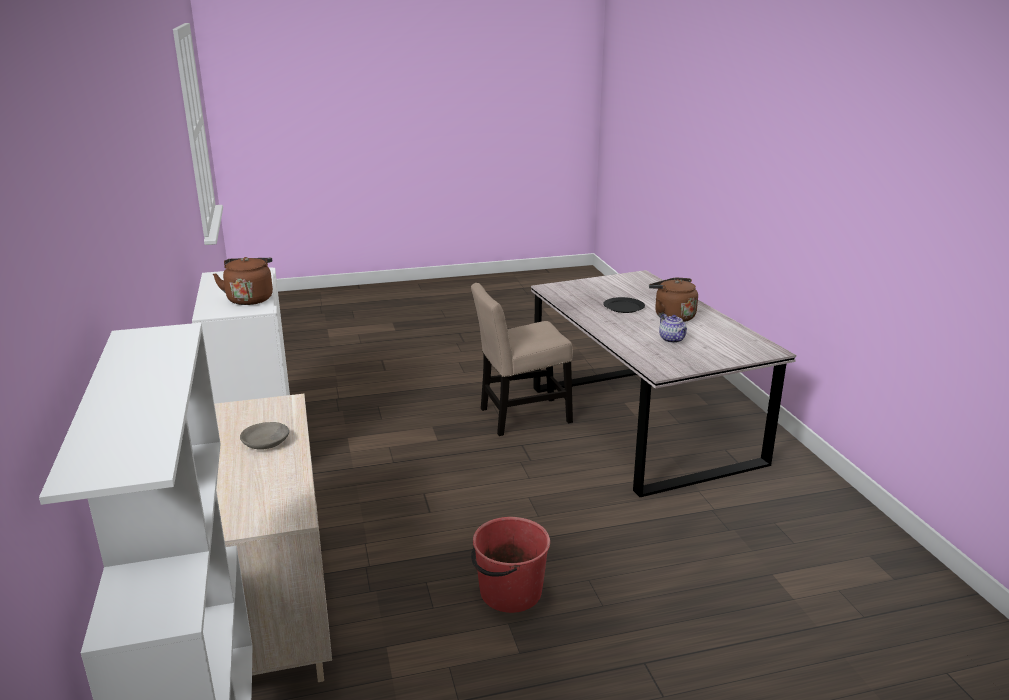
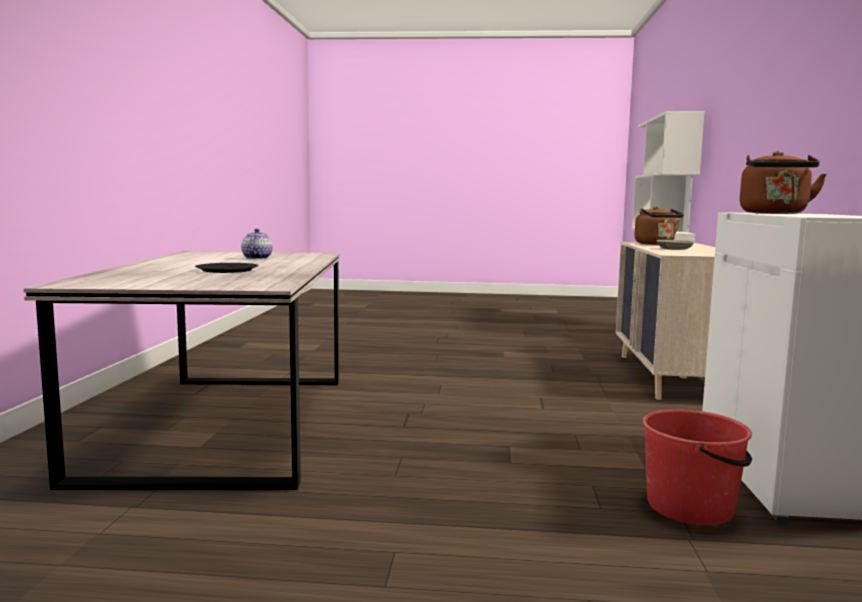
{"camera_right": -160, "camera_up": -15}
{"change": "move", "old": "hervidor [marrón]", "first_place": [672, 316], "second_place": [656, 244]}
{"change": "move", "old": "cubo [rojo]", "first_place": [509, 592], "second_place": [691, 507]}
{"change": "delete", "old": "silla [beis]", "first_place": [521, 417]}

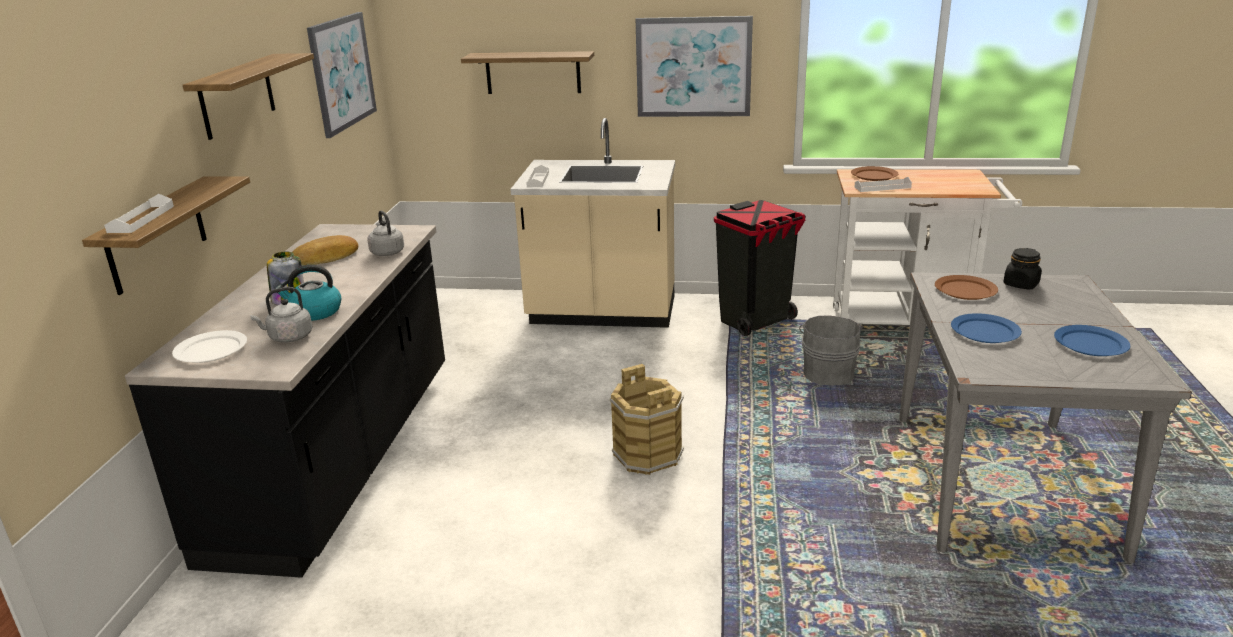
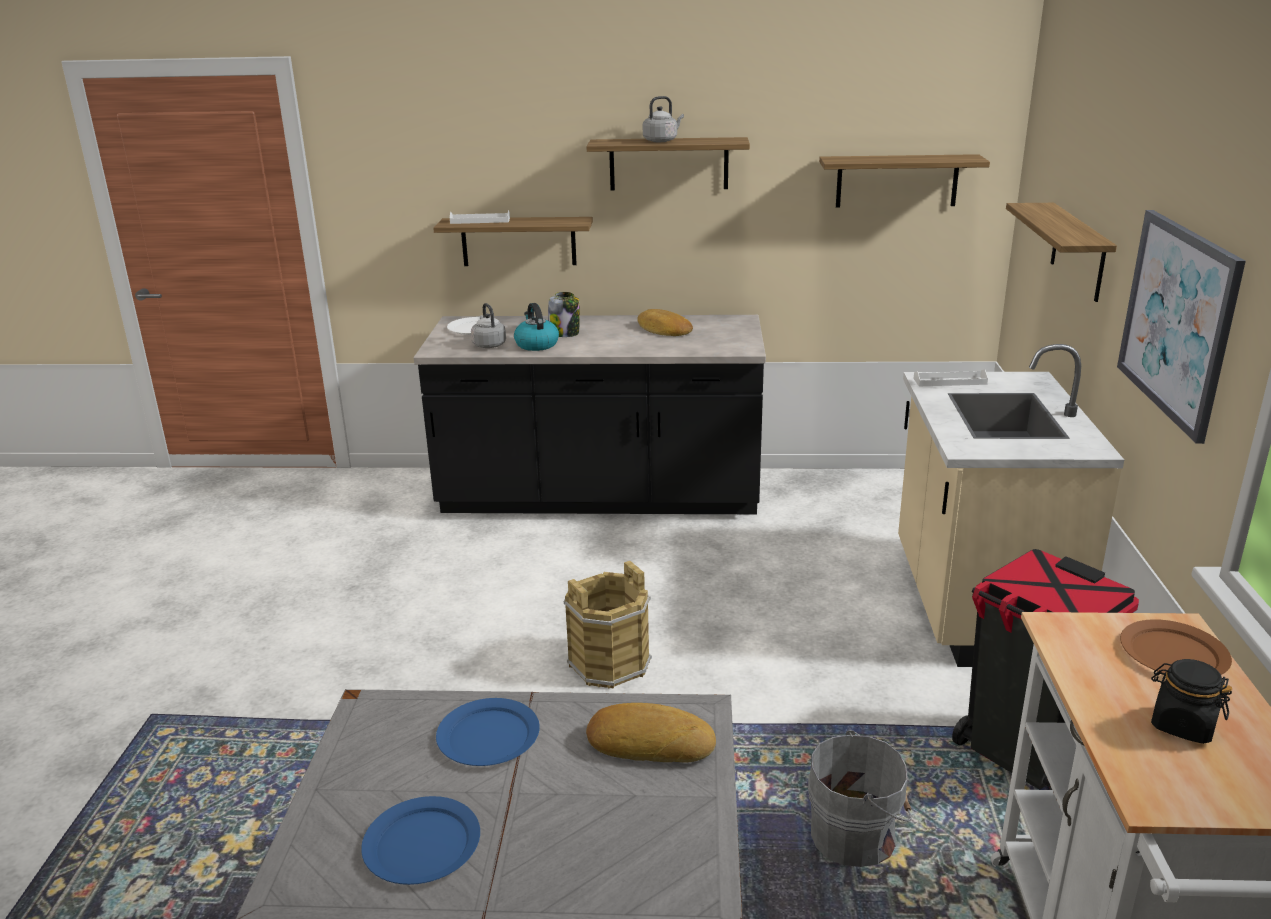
{"camera_right": 85, "camera_up": 0}
{"change": "replace", "old": "plato [marrón]", "new": "pan", "first_place": [965, 290], "second_place": [650, 741]}
{"change": "move", "old": "hervidor [gris]", "first_place": [386, 252], "second_place": [662, 140]}
{"change": "replace", "old": "cuadro", "new": "estante", "first_place": [342, 72], "second_place": [897, 181]}
{"change": "move", "old": "tarro [negro]", "first_place": [1021, 284], "second_place": [1182, 725]}
{"change": "delete", "old": "bandeja [blanco]", "first_place": [882, 187]}

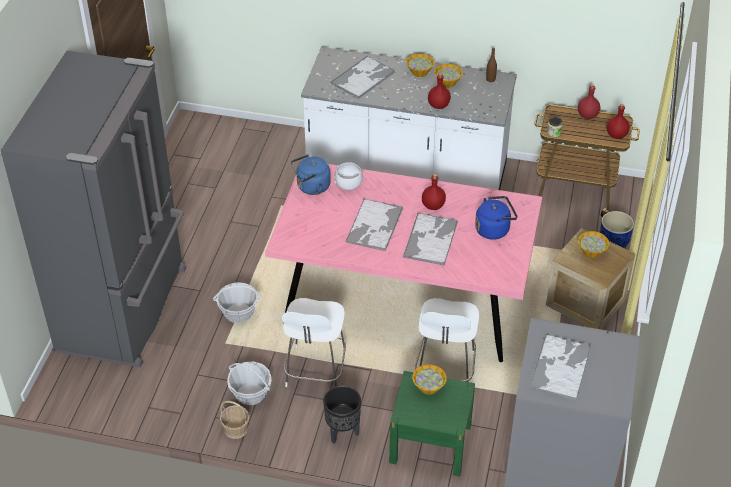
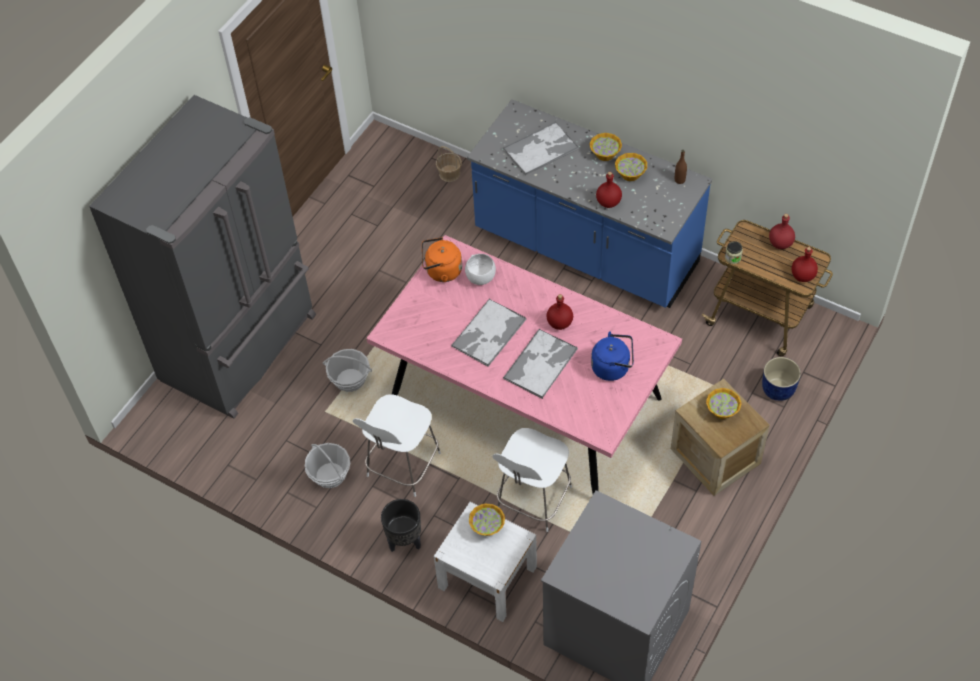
{"camera_right": 20, "camera_up": 10}
{"change": "recolor", "old": "hervidor [azul]", "new": "hervidor [naranja]", "first_place": [311, 187], "second_place": [441, 271]}
{"change": "recolor", "old": "mesita de noche [verde]", "new": "mesita de noche [blanco]", "first_place": [430, 443], "second_place": [487, 577]}
{"change": "move", "old": "cesta", "first_place": [236, 429], "second_place": [449, 174]}
{"change": "recolor", "old": "mueble bajo de cocina [blanco]", "new": "mueble bajo de cocina [azul]", "first_place": [407, 171], "second_place": [585, 249]}
{"change": "delete", "old": "bandeja", "first_place": [560, 367]}

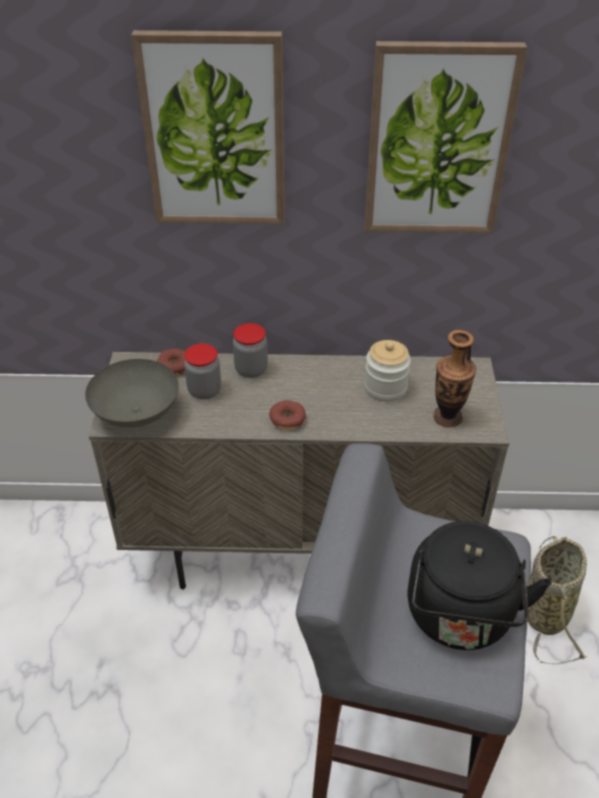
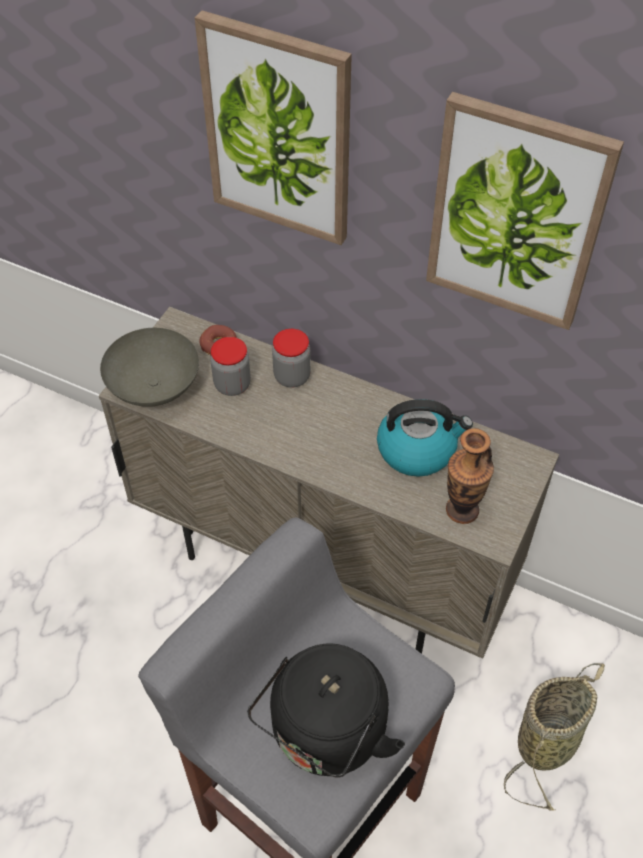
{"camera_right": 25, "camera_up": 10}
{"change": "replace", "old": "tarro", "new": "hervidor", "first_place": [385, 388], "second_place": [417, 449]}
{"change": "delete", "old": "rosquilla", "first_place": [287, 419]}

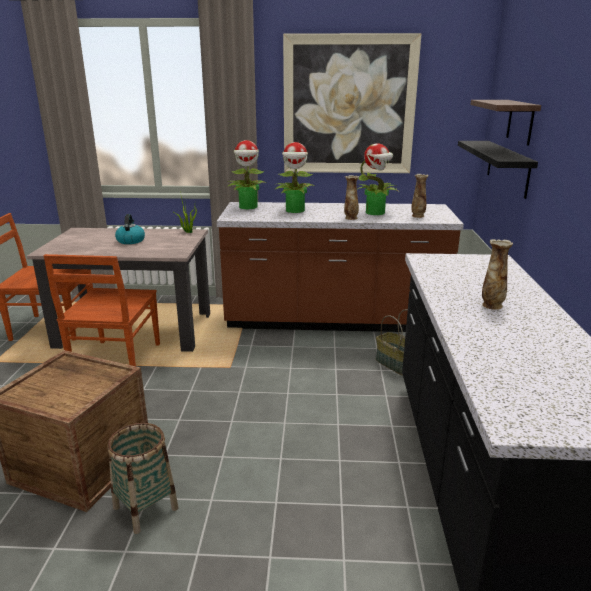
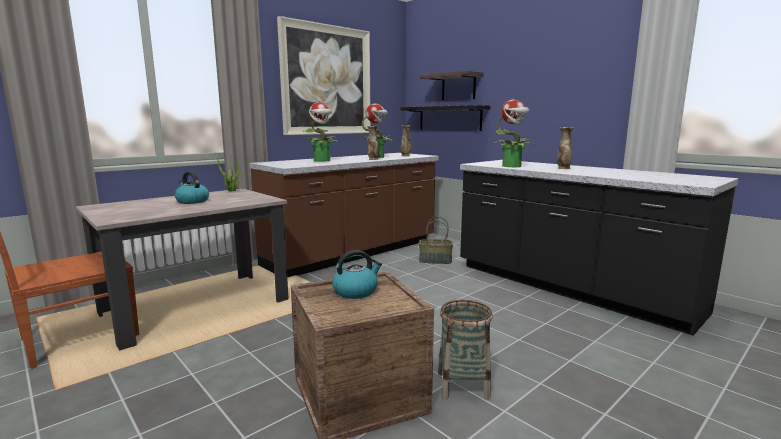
{"camera_right": -45, "camera_up": -10}
{"change": "insert", "new": "hervidor", "second_place": [356, 291]}
{"change": "move", "old": "planta en maceta", "first_place": [248, 207], "second_place": [512, 166]}
{"change": "delete", "old": "silla [marrón]", "first_place": [116, 361]}

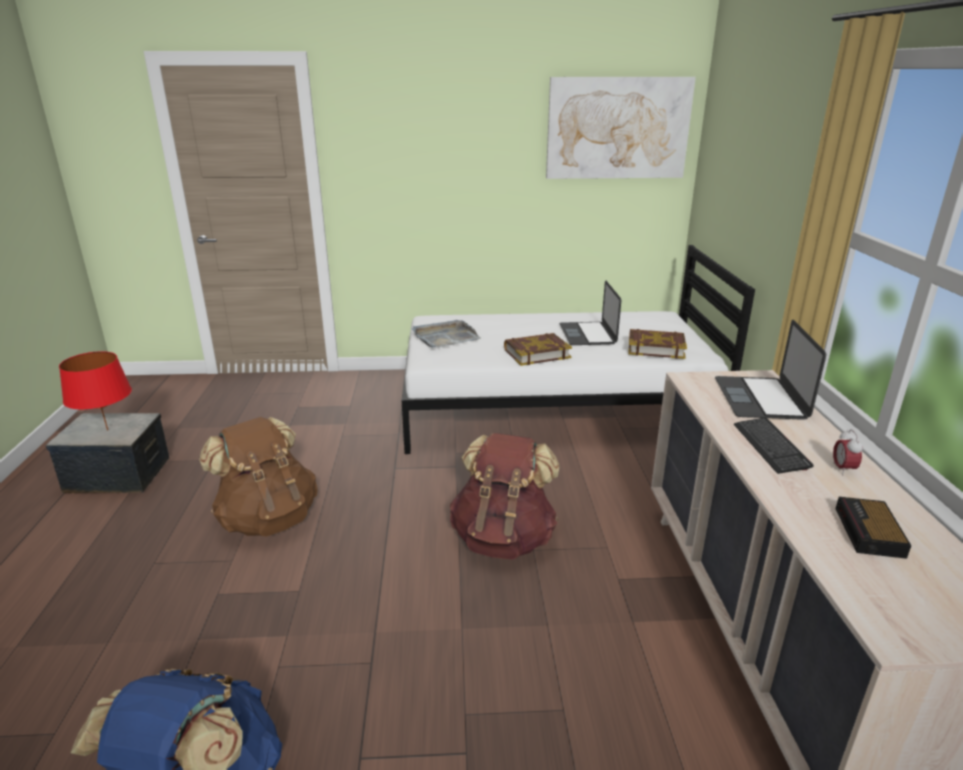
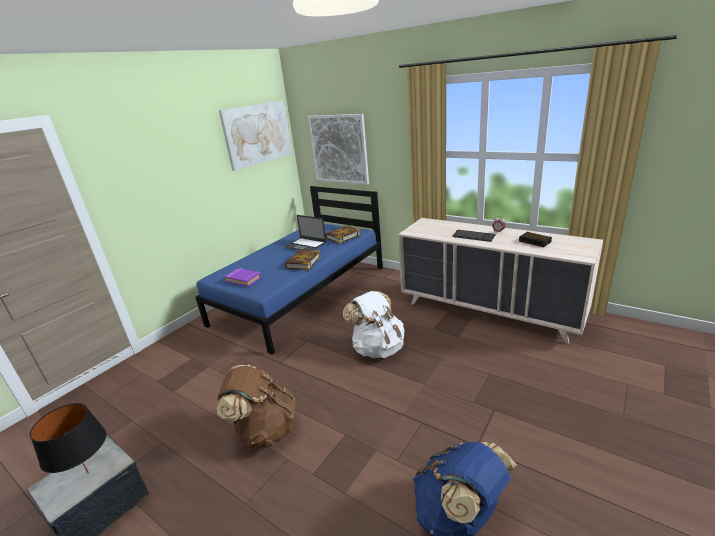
{"camera_right": -50, "camera_up": 0}
{"change": "recolor", "old": "lámpara de mesa [rojo]", "new": "lámpara de mesa [negro]", "first_place": [107, 430], "second_place": [88, 473]}
{"change": "recolor", "old": "cama [blanco]", "new": "cama [azul]", "first_place": [555, 410], "second_place": [302, 294]}
{"change": "replace", "old": "bandeja [gris]", "new": "libro [morado]", "first_place": [445, 337], "second_place": [243, 279]}
{"change": "insert", "new": "cuadro", "second_place": [339, 149]}
{"change": "recolor", "old": "mochila [marrón]", "new": "mochila [blanco]", "first_place": [503, 538], "second_place": [378, 348]}
{"change": "delete", "old": "portátil", "first_place": [760, 398]}

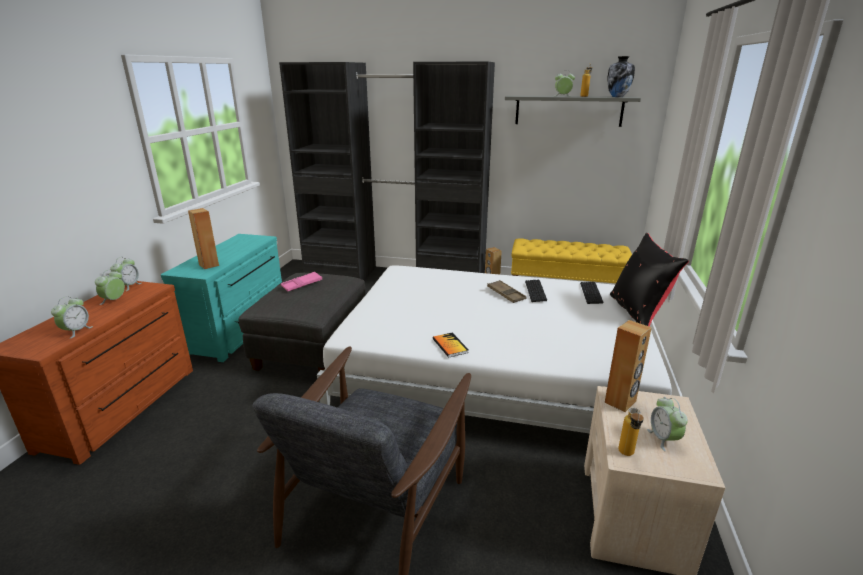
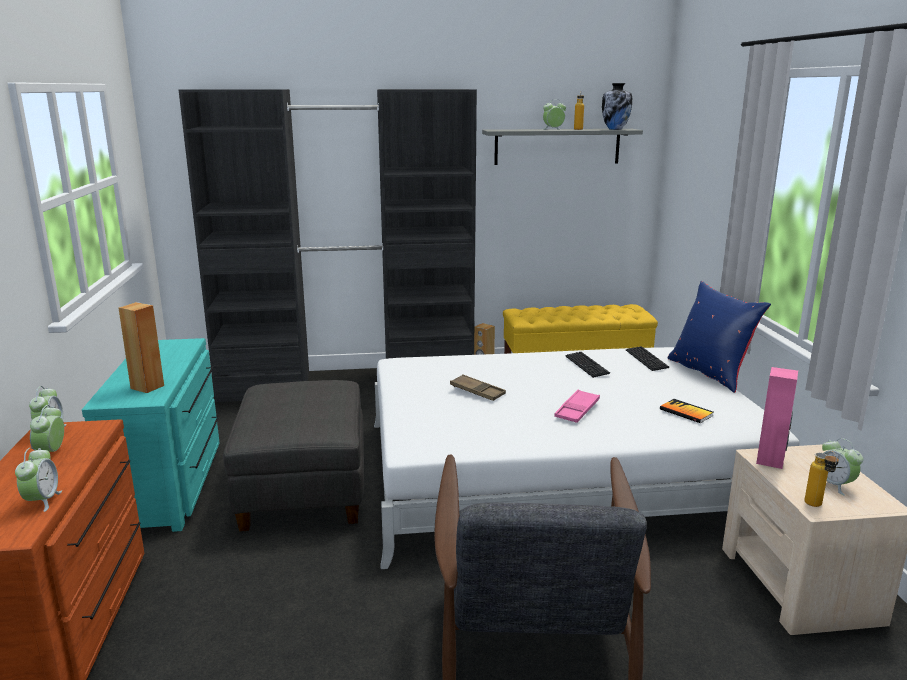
{"camera_right": -20, "camera_up": -5}
{"change": "move", "old": "bandeja [marrón]", "first_place": [506, 294], "second_place": [477, 391]}
{"change": "move", "old": "bandeja [rosa]", "first_place": [302, 284], "second_place": [577, 410]}
{"change": "move", "old": "libro", "first_place": [450, 346], "second_place": [686, 412]}
{"change": "recolor", "old": "cojín [negro]", "new": "cojín [azul]", "first_place": [638, 313], "second_place": [710, 373]}
{"change": "recolor", "old": "altavoz [marrón]", "new": "altavoz [rosa]", "first_place": [620, 402], "second_place": [770, 460]}

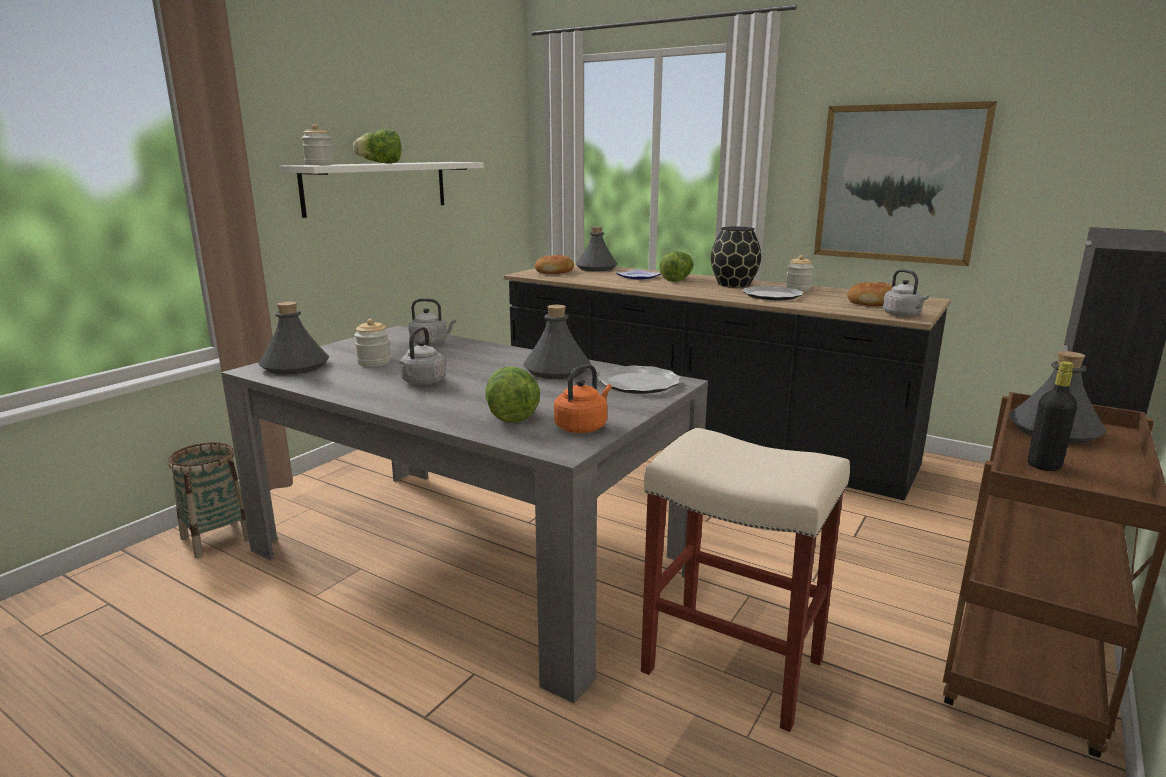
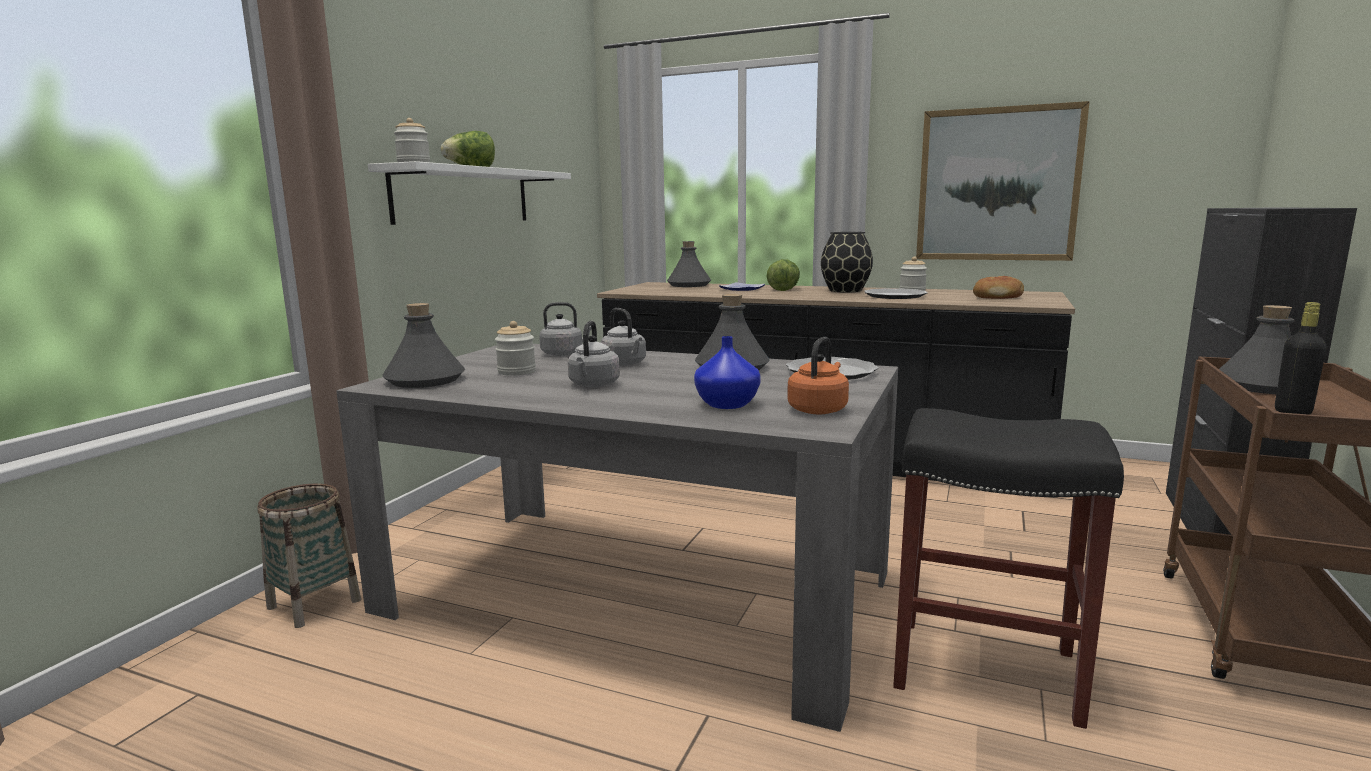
{"camera_right": -10, "camera_up": -5}
{"change": "move", "old": "hervidor [gris]", "first_place": [903, 315], "second_place": [625, 364]}
{"change": "replace", "old": "lechuga", "new": "florero [azul]", "first_place": [510, 415], "second_place": [726, 405]}
{"change": "recolor", "old": "taburete [beis]", "new": "taburete [negro]", "first_place": [729, 665], "second_place": [982, 669]}
{"change": "delete", "old": "pan", "first_place": [555, 272]}

